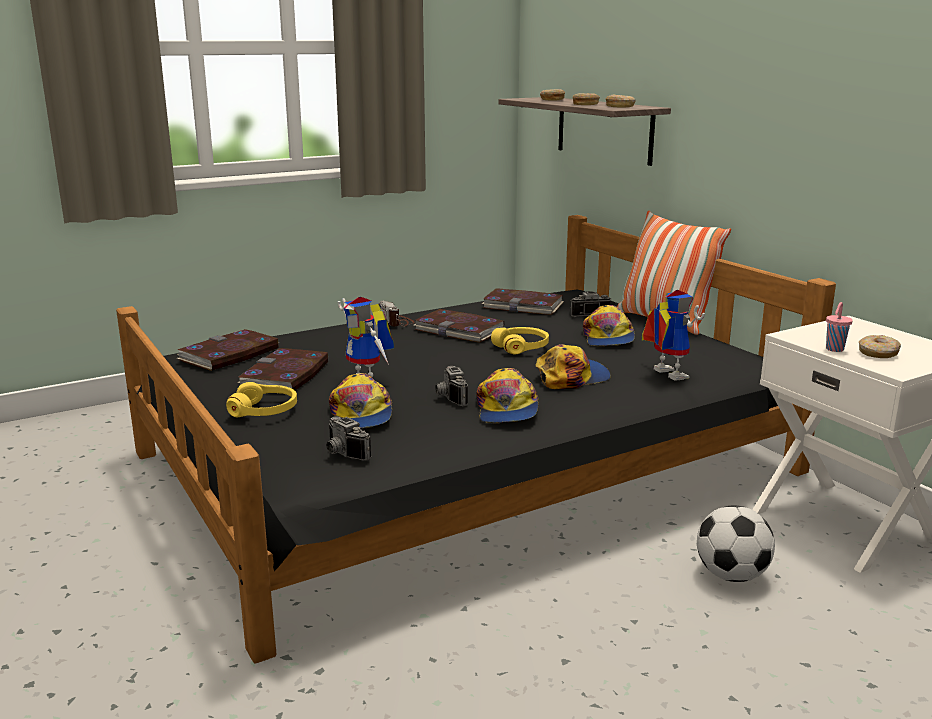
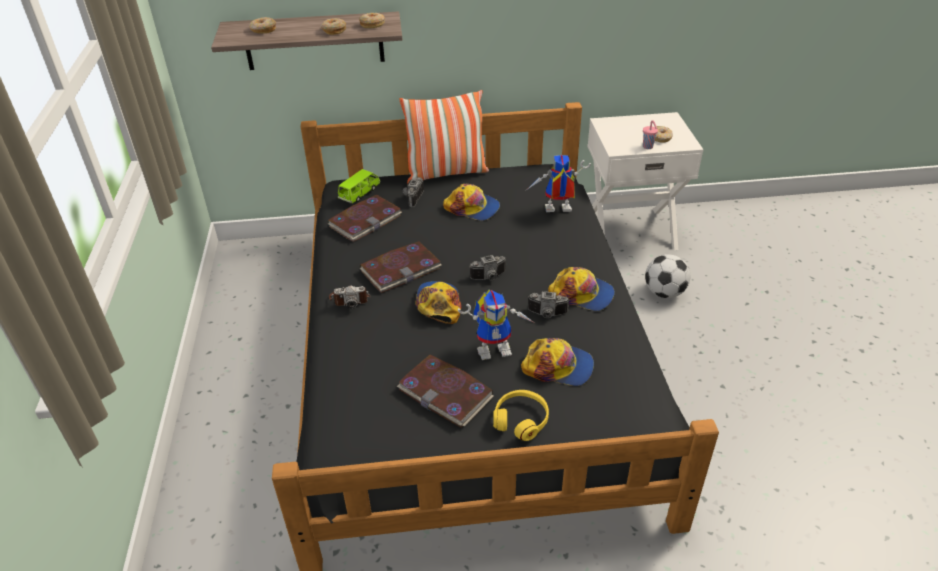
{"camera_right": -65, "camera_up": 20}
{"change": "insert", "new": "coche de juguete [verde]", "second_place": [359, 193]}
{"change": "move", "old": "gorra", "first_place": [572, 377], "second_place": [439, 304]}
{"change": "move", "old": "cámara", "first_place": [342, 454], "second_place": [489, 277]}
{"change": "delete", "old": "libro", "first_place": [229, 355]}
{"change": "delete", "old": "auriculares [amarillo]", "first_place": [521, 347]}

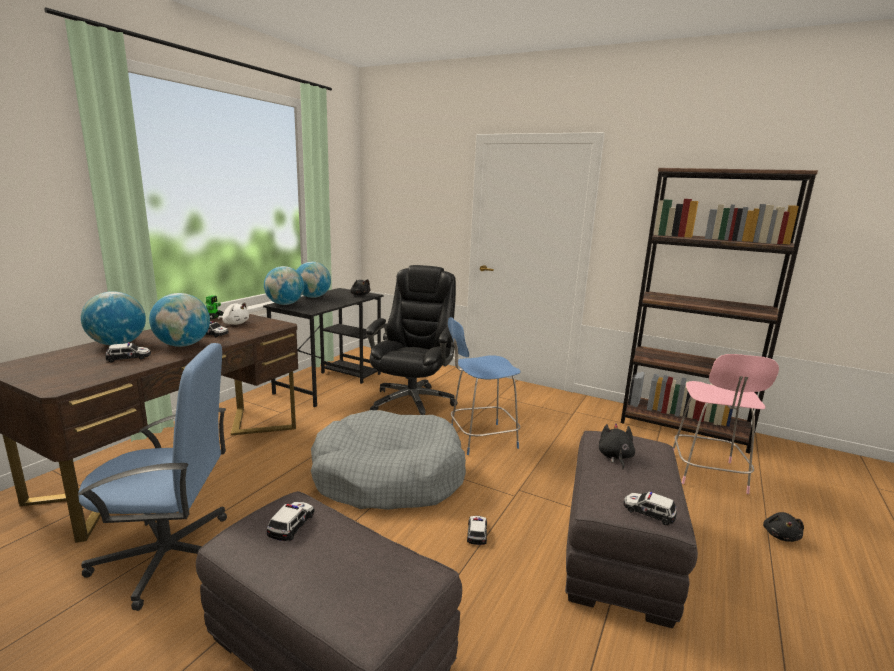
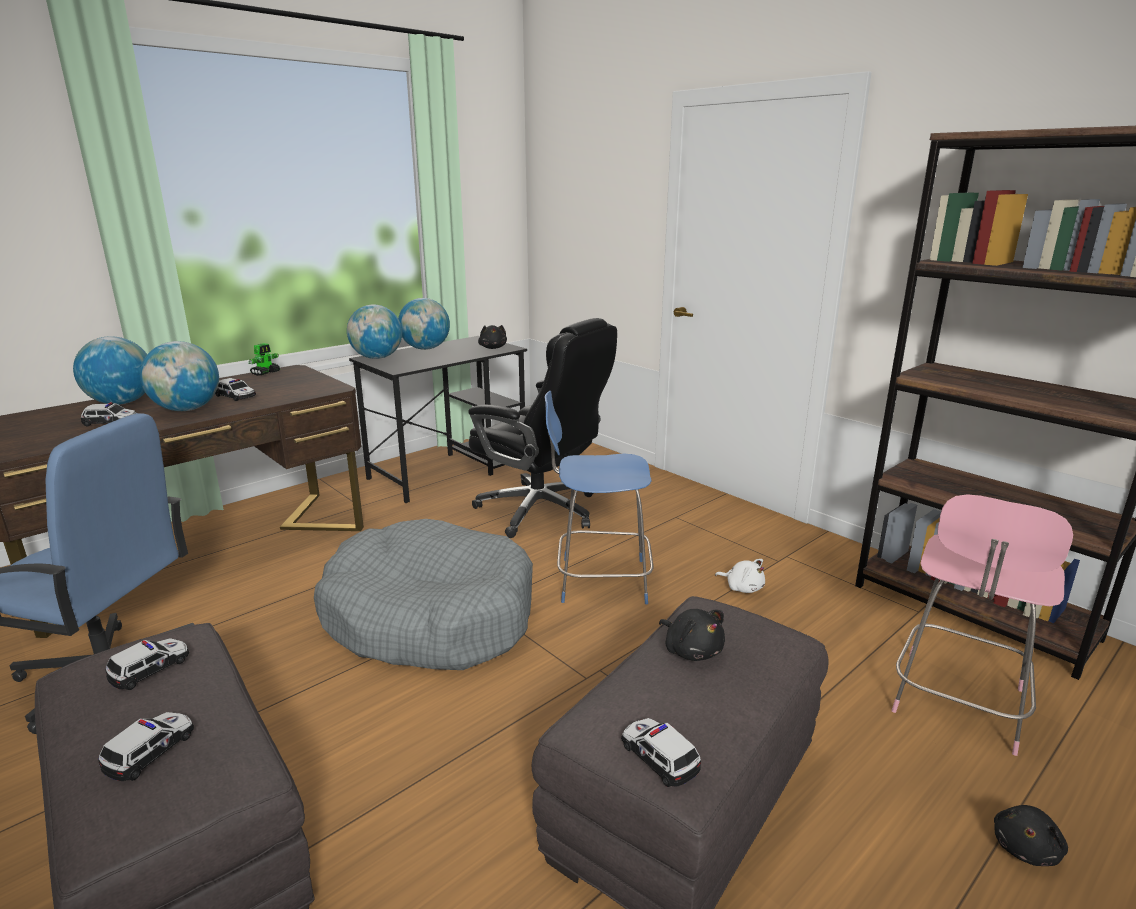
{"camera_right": 20, "camera_up": 5}
{"change": "move", "old": "coche de juguete", "first_place": [477, 533], "second_place": [151, 750]}
{"change": "rotate", "old": "silla de oficina [negro]", "first_place": [413, 402], "second_place": [541, 510], "degrees": 90}
{"change": "rotate", "old": "peluche [negro]", "first_place": [615, 457], "second_place": [691, 650], "degrees": 120}
{"change": "move", "old": "peluche [blanco]", "first_place": [235, 323], "second_place": [742, 588]}

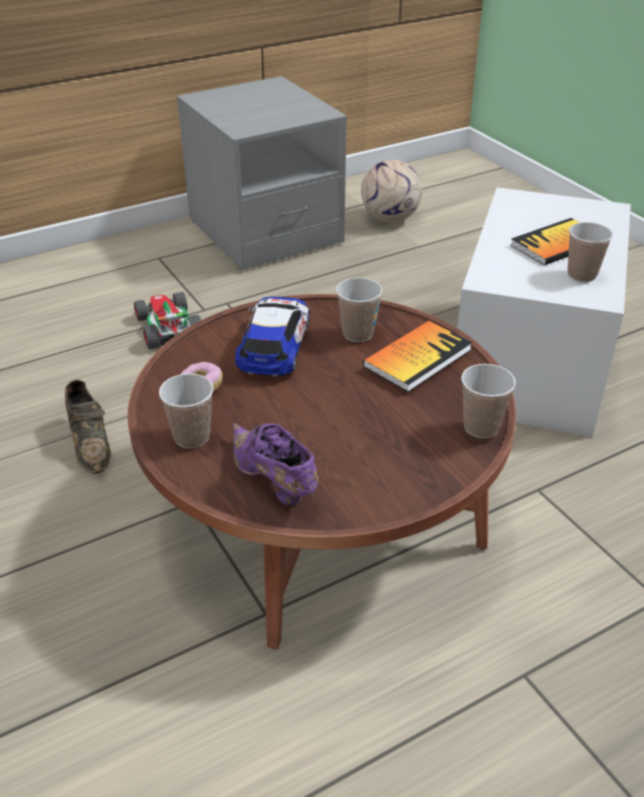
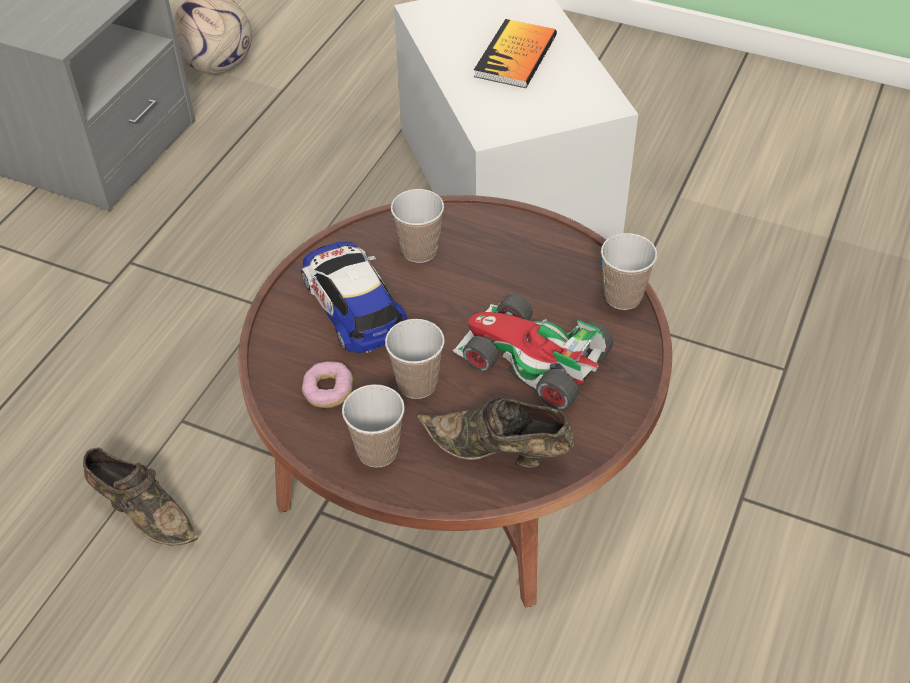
{"camera_right": -35, "camera_up": 10}
{"change": "move", "old": "taza", "first_place": [581, 275], "second_place": [417, 384]}
{"change": "recolor", "old": "zapato [morado]", "new": "zapato [marrón]", "first_place": [273, 481], "second_place": [499, 452]}
{"change": "move", "old": "coche de juguete", "first_place": [166, 327], "second_place": [531, 360]}
{"change": "delete", "old": "libro", "first_place": [417, 358]}

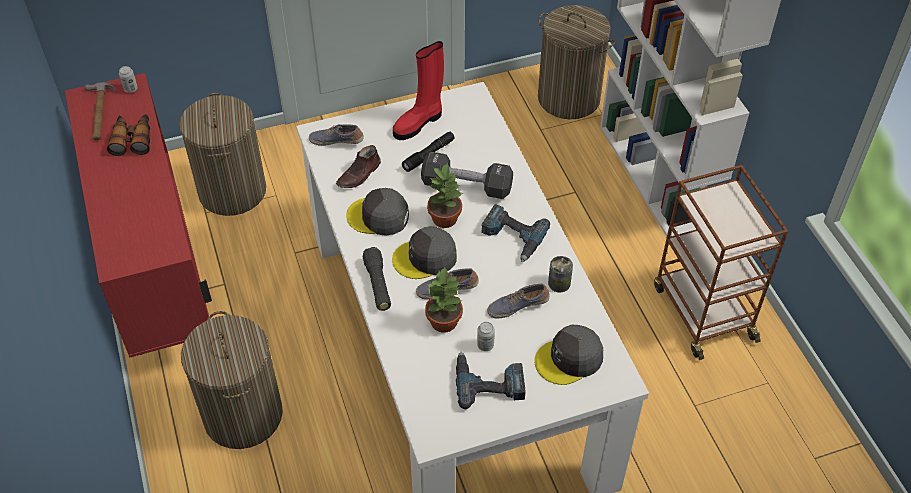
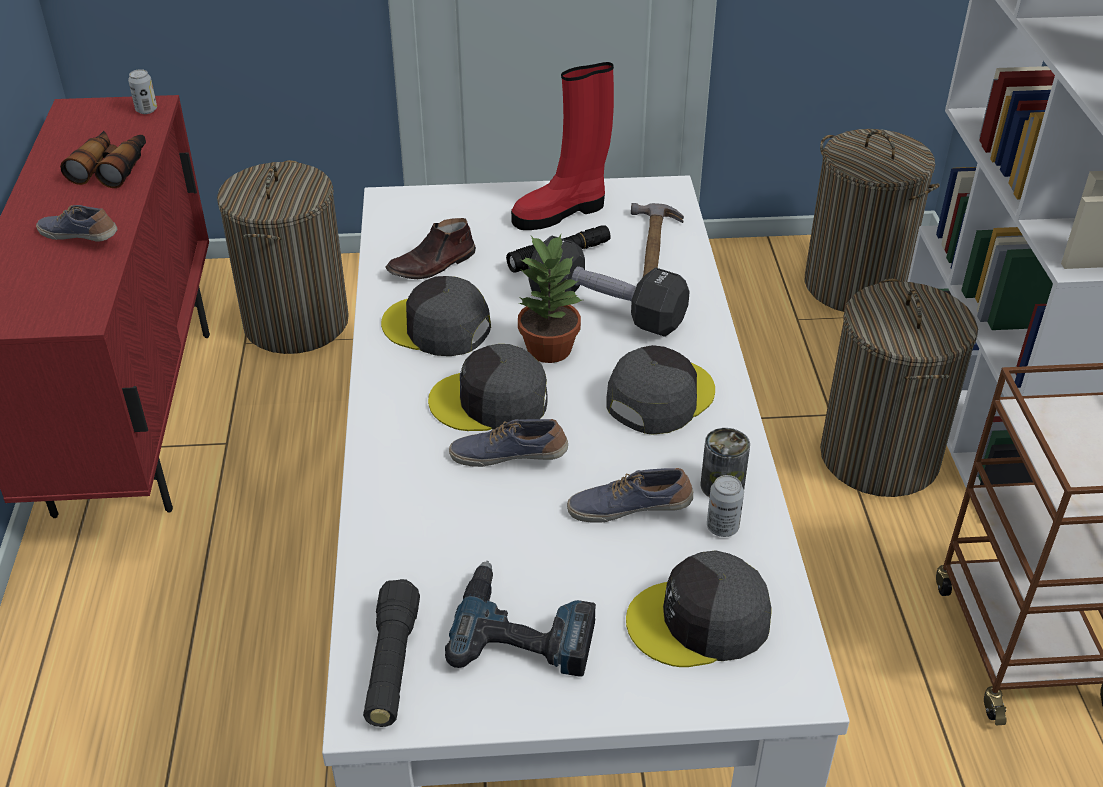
{"camera_right": 15, "camera_up": -10}
{"change": "move", "old": "zapato", "first_place": [337, 141], "second_place": [80, 237]}
{"change": "move", "old": "linterna [negro]", "first_place": [378, 285], "second_place": [392, 665]}
{"change": "replace", "old": "taladro", "new": "gorra [gris]", "first_place": [512, 237], "second_place": [659, 397]}
{"change": "move", "old": "martillo", "first_place": [100, 113], "second_place": [653, 250]}
{"change": "move", "old": "lata", "first_place": [485, 345], "second_place": [722, 527]}
{"change": "move", "old": "cesto de la ropa", "first_place": [243, 415], "second_place": [879, 457]}
{"change": "delete", "old": "planta en maceta", "first_place": [443, 322]}

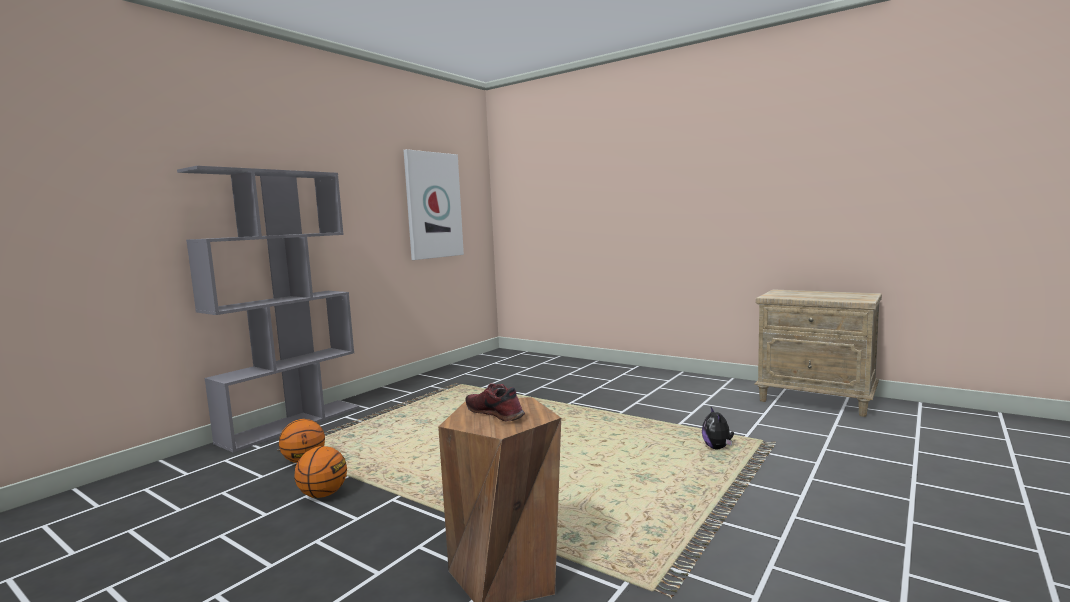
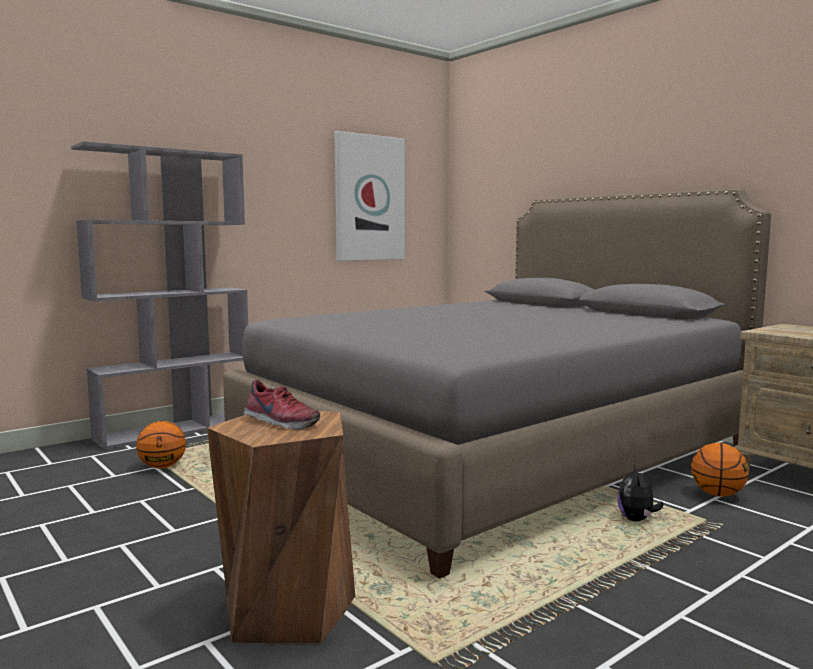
{"camera_right": 15, "camera_up": 0}
{"change": "insert", "new": "cama [gris]", "second_place": [495, 454]}
{"change": "rotate", "old": "zapato", "first_place": [496, 413], "second_place": [279, 422], "degrees": 150}
{"change": "move", "old": "balón de baloncesto", "first_place": [323, 494], "second_place": [717, 494]}

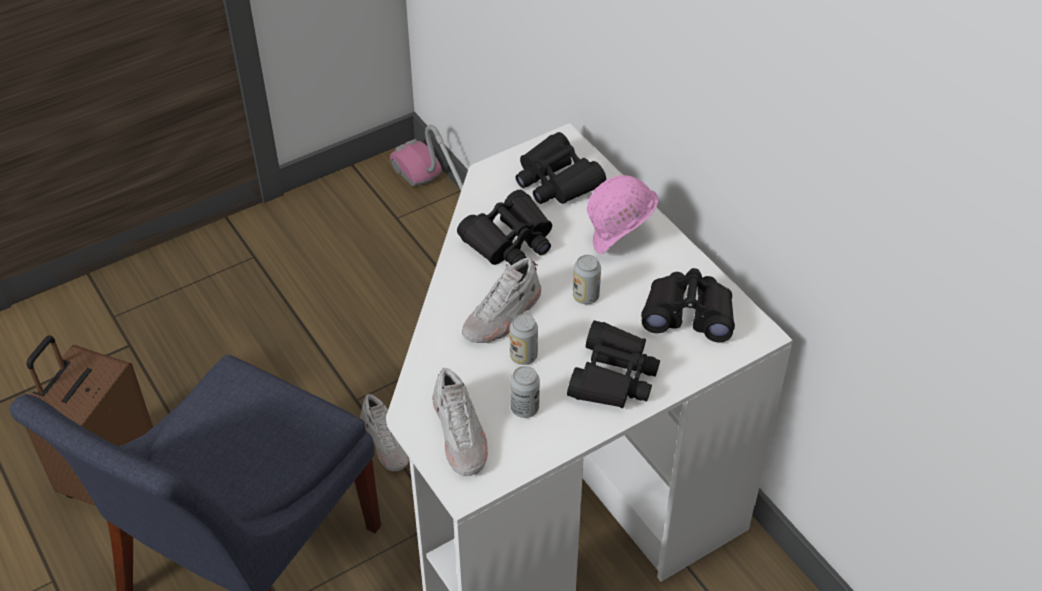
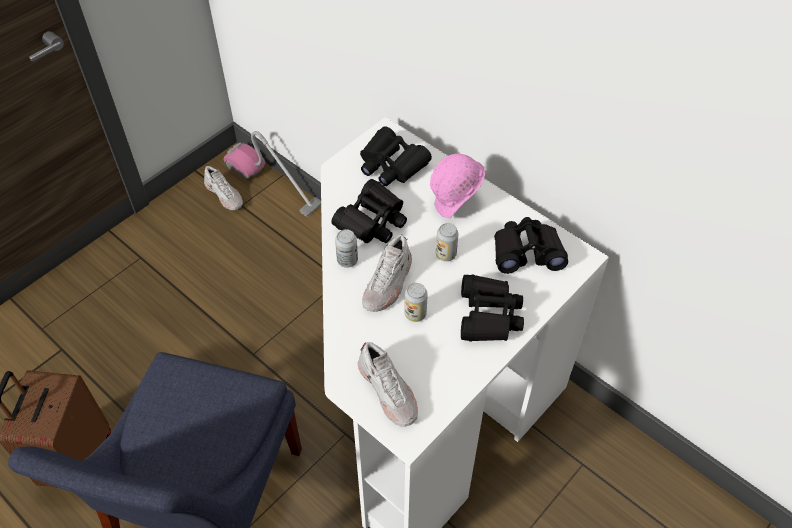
{"camera_right": -15, "camera_up": 5}
{"change": "move", "old": "zapato [blanco]", "first_place": [386, 442], "second_place": [225, 195]}
{"change": "move", "old": "lata", "first_place": [524, 408], "second_place": [347, 260]}

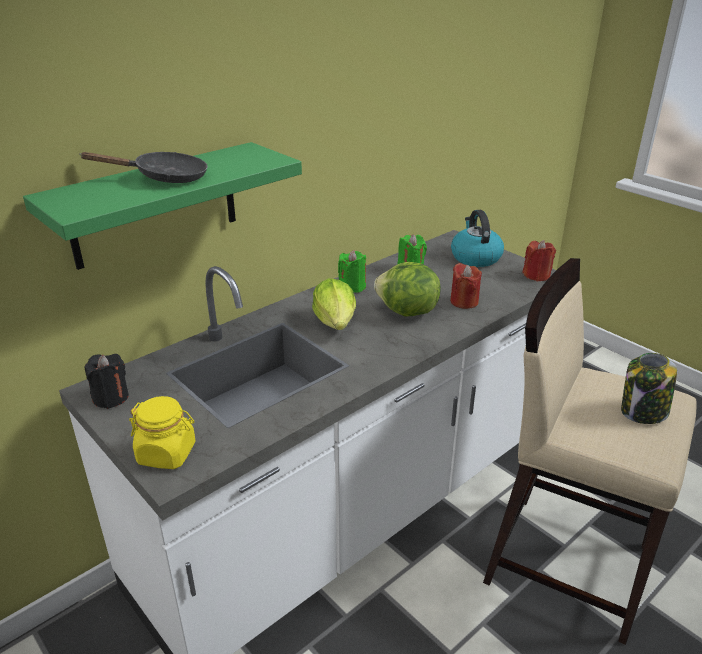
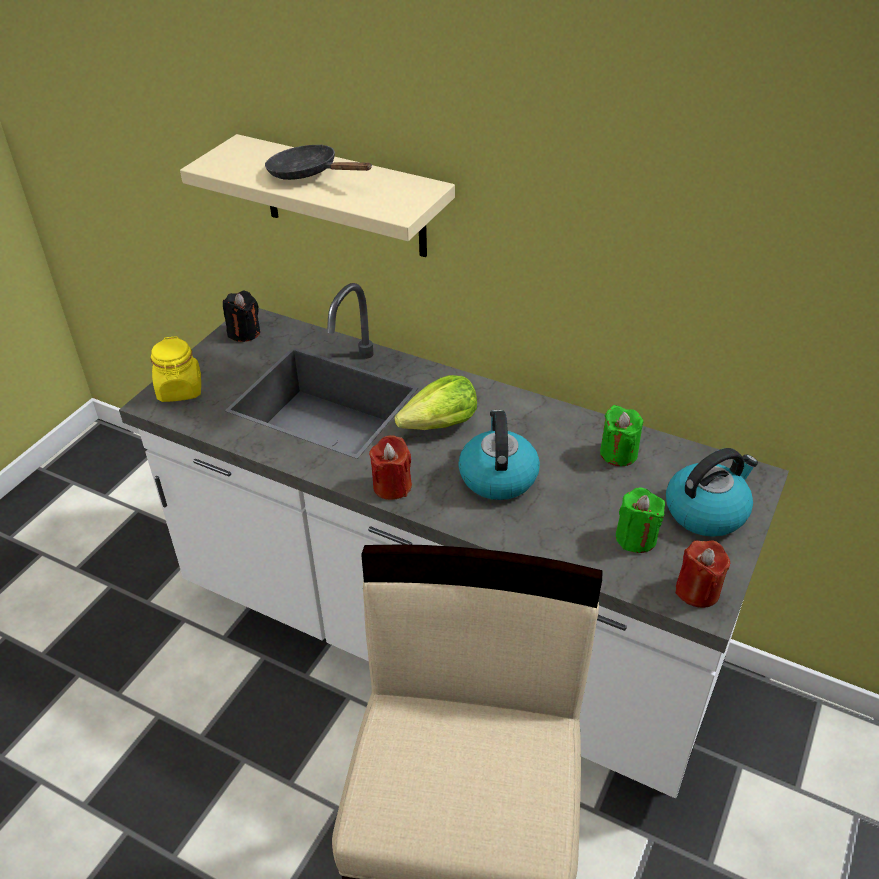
{"camera_right": 70, "camera_up": 10}
{"change": "recolor", "old": "estante [verde]", "new": "estante [beis]", "first_place": [155, 205], "second_place": [344, 197]}
{"change": "rotate", "old": "sartén [negro]", "first_place": [164, 178], "second_place": [309, 174], "degrees": 150}
{"change": "move", "old": "vela [rojo]", "first_place": [464, 301], "second_place": [392, 486]}
{"change": "replace", "old": "lechuga", "new": "hervidor", "first_place": [407, 312], "second_place": [497, 476]}
{"change": "move", "old": "vela [verde]", "first_place": [352, 287], "second_place": [636, 538]}
{"change": "delete", "old": "tarro", "first_place": [643, 412]}

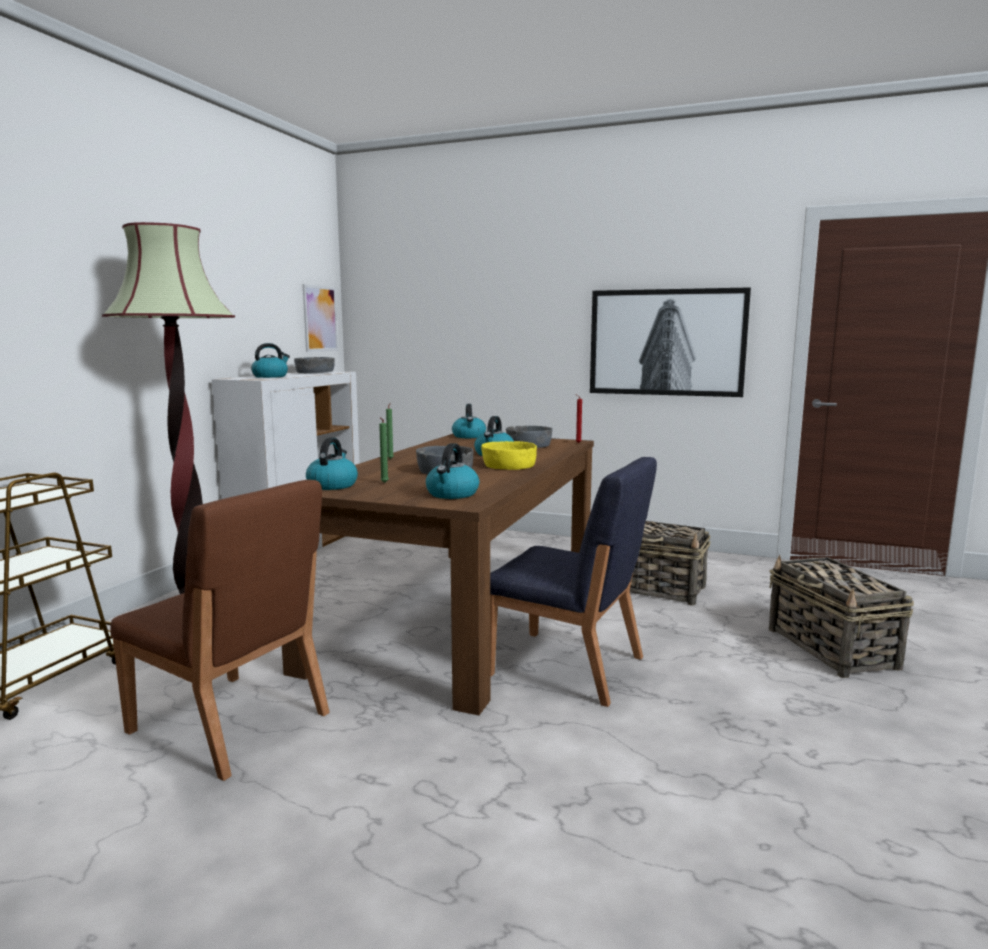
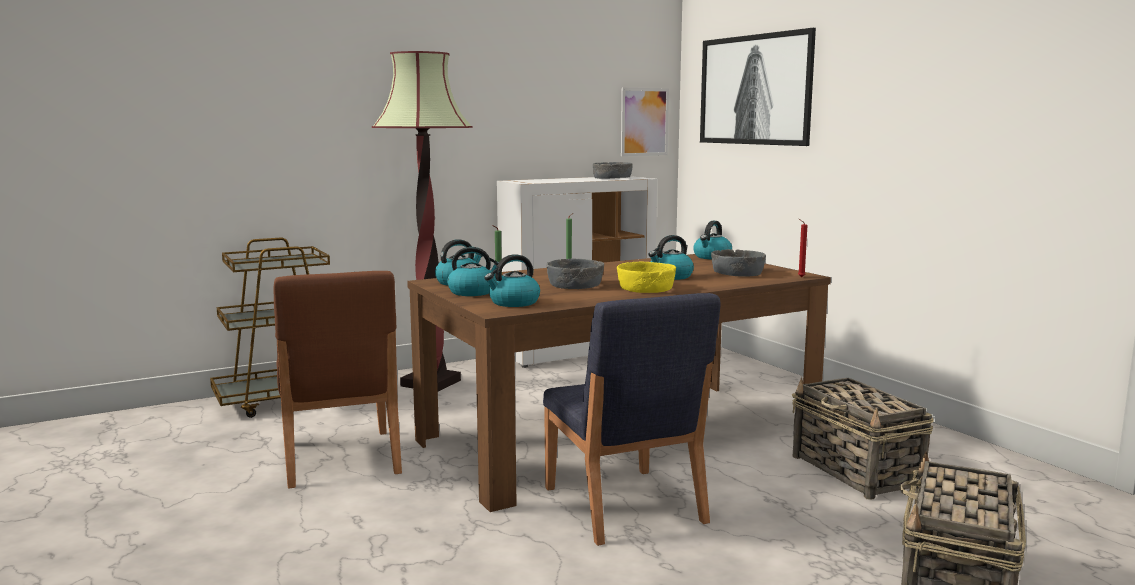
{"camera_right": 40, "camera_up": 0}
{"change": "move", "old": "hervidor", "first_place": [270, 376], "second_place": [473, 292]}
{"change": "move", "old": "cuadro", "first_place": [666, 342], "second_place": [755, 90]}

